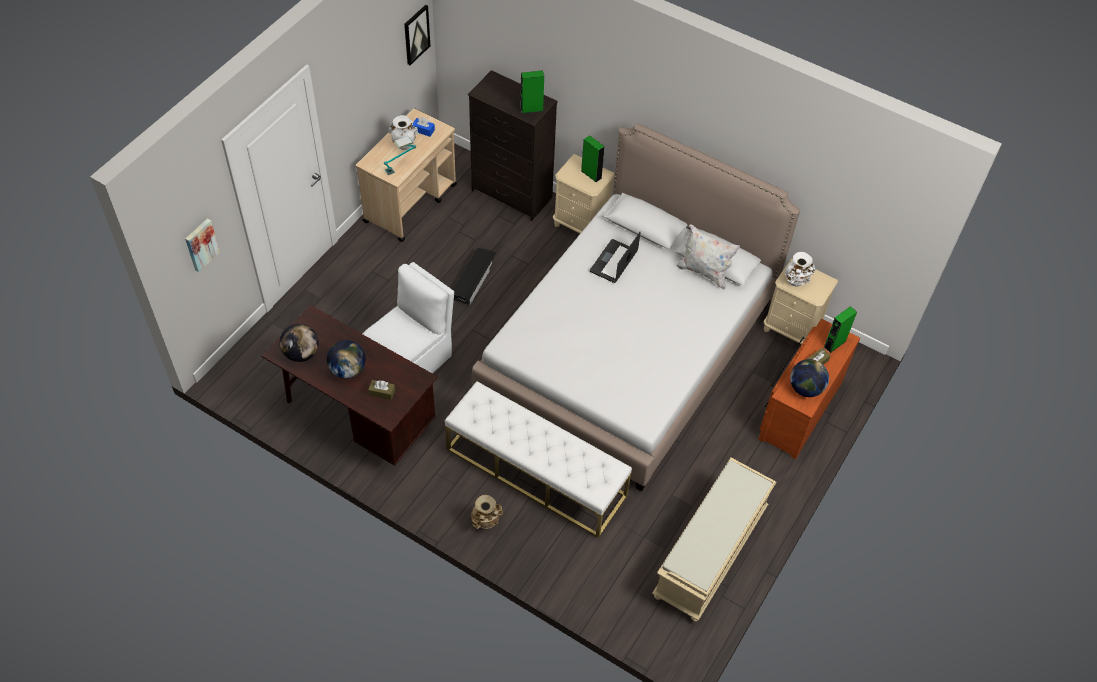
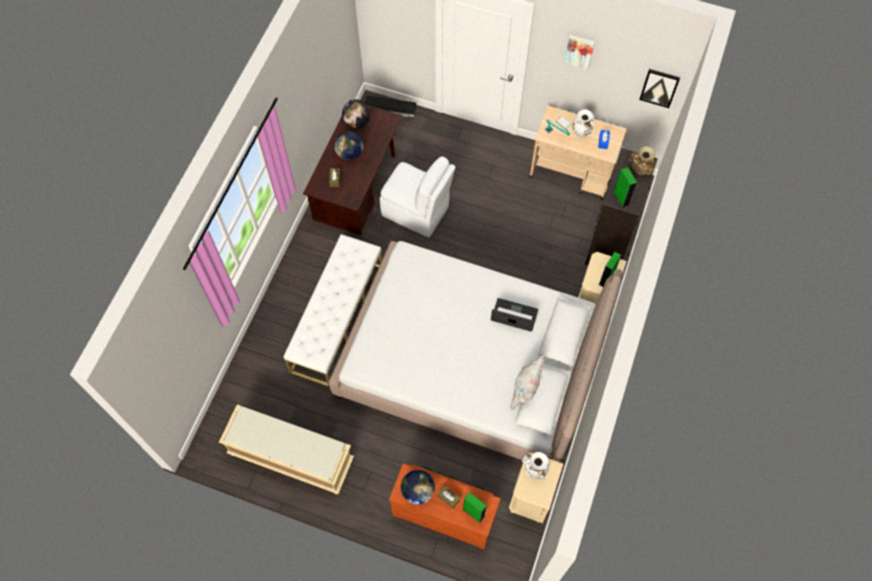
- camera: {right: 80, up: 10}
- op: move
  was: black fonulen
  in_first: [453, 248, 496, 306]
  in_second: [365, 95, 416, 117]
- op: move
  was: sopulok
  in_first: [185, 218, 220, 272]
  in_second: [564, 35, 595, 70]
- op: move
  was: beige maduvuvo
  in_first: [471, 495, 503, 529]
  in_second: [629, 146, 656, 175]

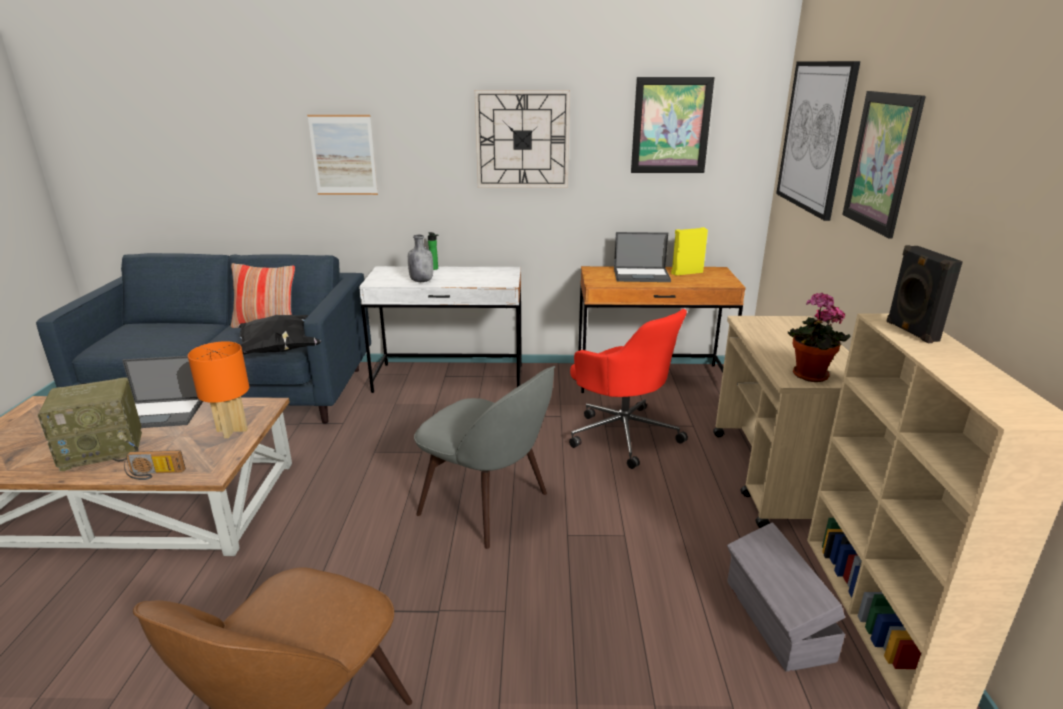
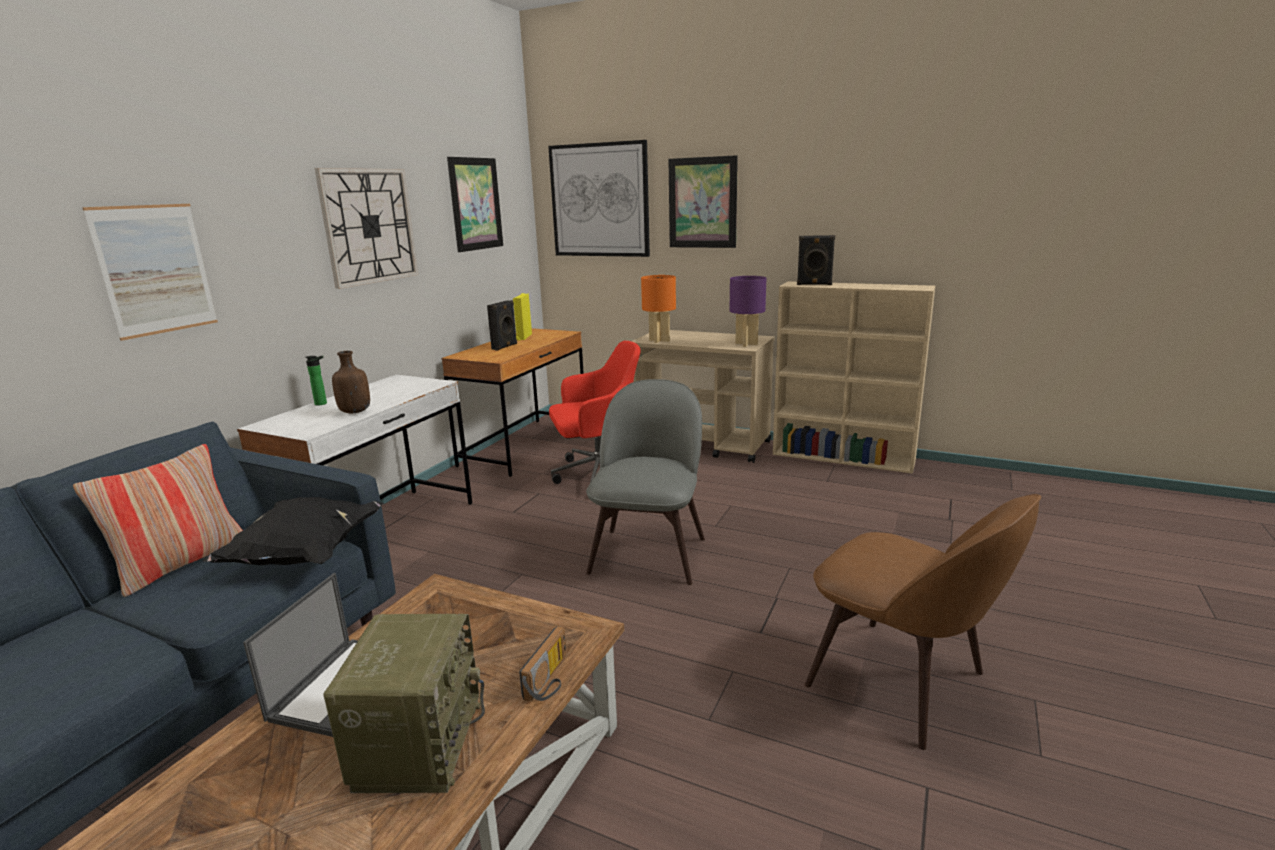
- camera: {right: -65, up: -5}
- op: recolor
  was: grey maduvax
  now: brown maduvax
  in_first: [408, 235, 433, 282]
  in_second: [332, 351, 370, 413]
- op: replace
  was: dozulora
  now: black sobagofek
  in_first: [614, 232, 671, 282]
  in_second: [487, 300, 517, 351]
- op: rotate
  was: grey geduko
  in_first: [414, 366, 555, 549]
  in_second: [586, 379, 705, 585]
  clockwise: -45
- op: move
  was: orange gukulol
  in_first: [188, 341, 249, 438]
  in_second: [641, 275, 676, 343]
- op: replace
  was: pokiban
  now: purple gukulol
  in_first: [788, 292, 851, 382]
  in_second: [729, 276, 766, 347]
- op: delete
  was: grey fonulen
  in_first: [727, 522, 845, 672]

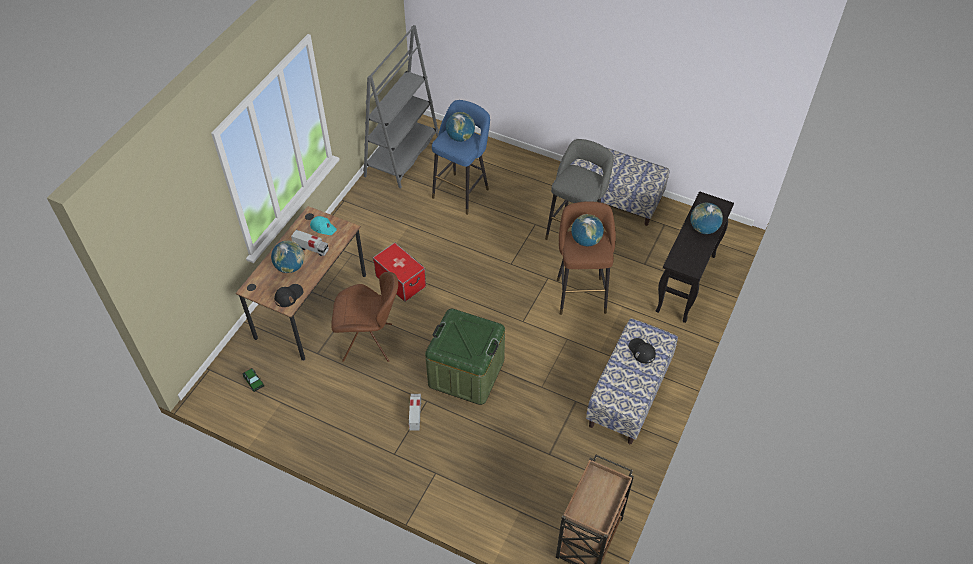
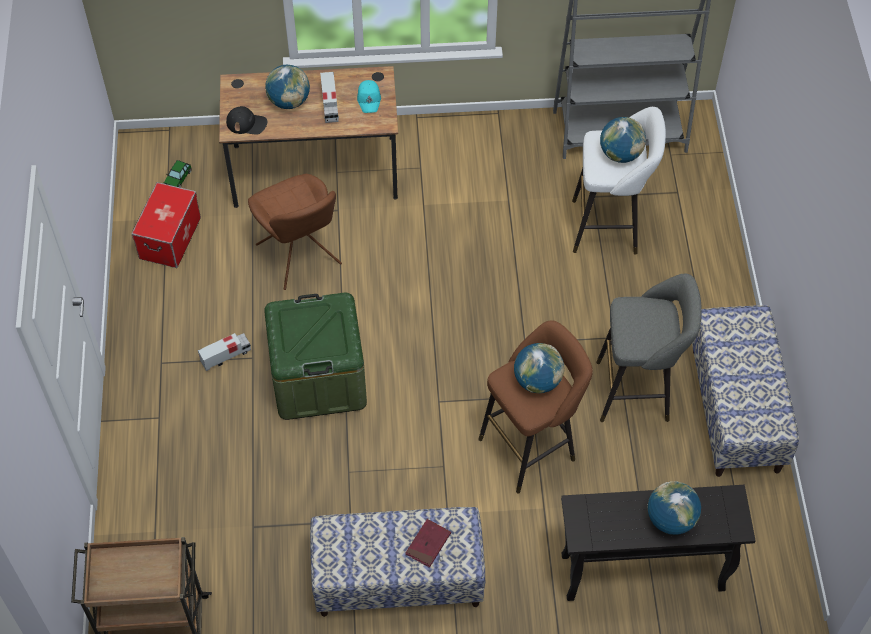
- camera: {right: 60, up: 5}
- op: move
  was: fonulen
  in_first: [373, 242, 426, 302]
  in_second: [131, 182, 201, 268]
- op: replace
  was: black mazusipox
  now: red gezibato
  in_first: [628, 338, 656, 364]
  in_second: [406, 519, 451, 568]
- op: recolor
  was: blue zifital
  now: white zifital
  in_first: [432, 100, 490, 215]
  in_second: [572, 107, 666, 255]

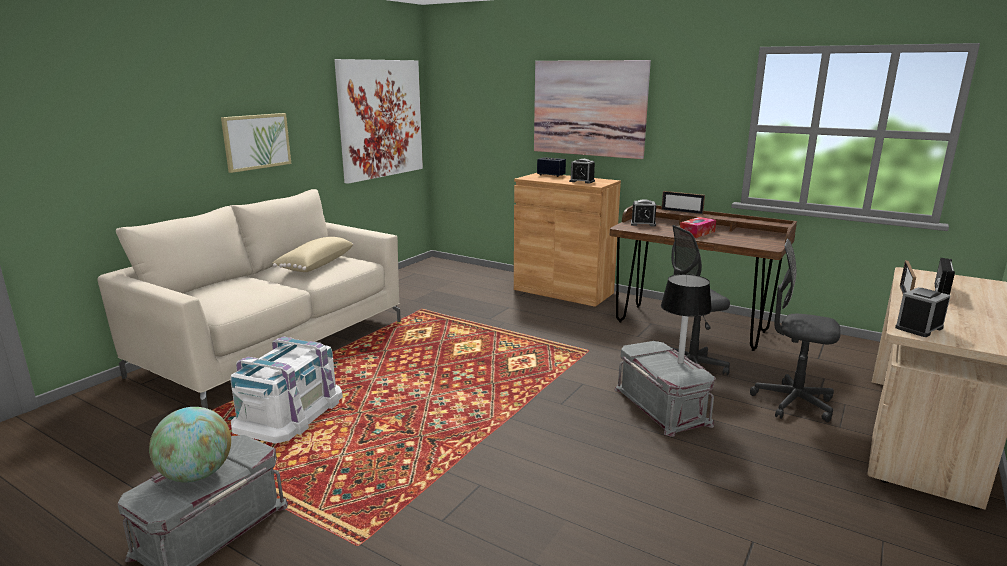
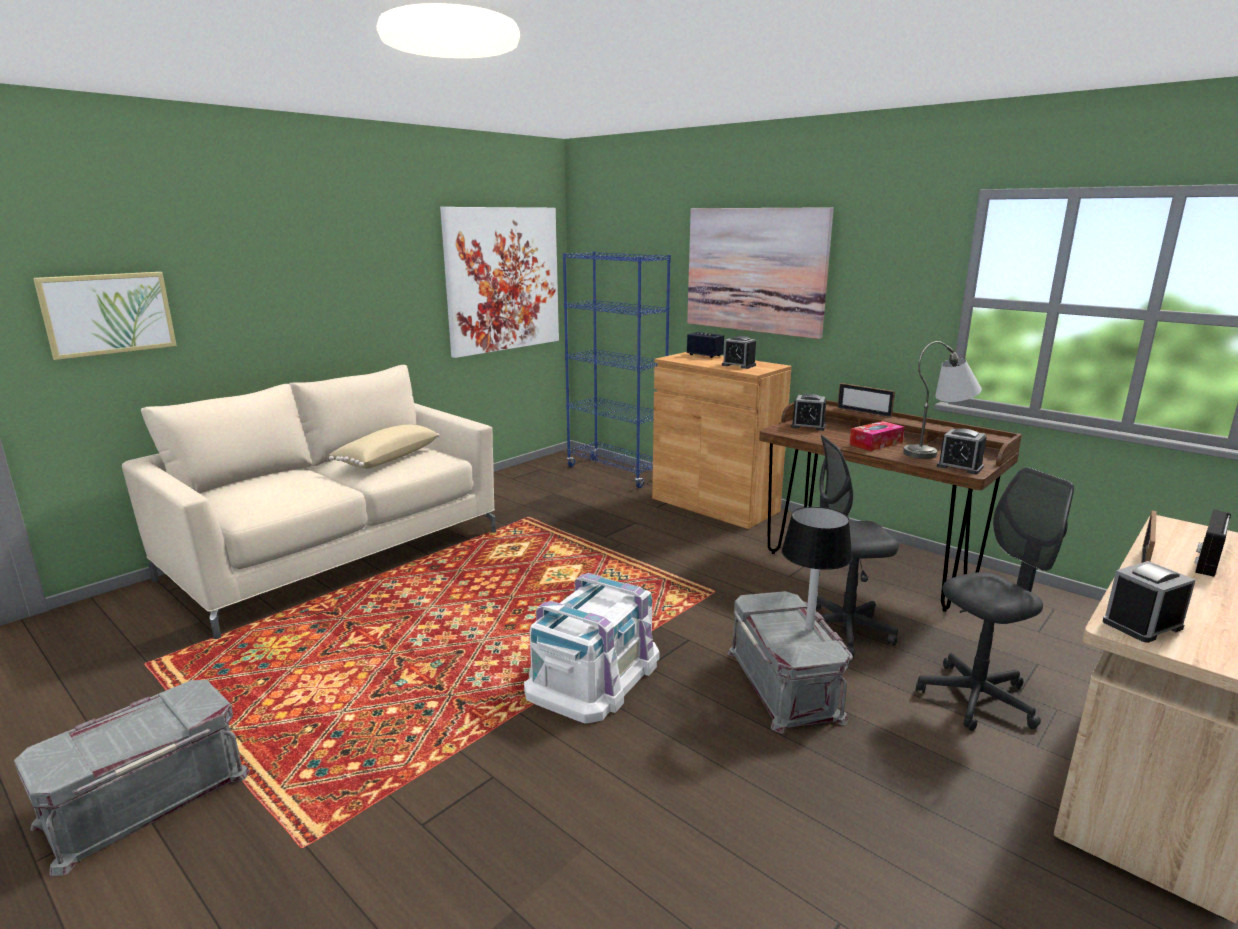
- camera: {right: 10, up: 0}
- op: move
  was: sopulok
  in_first: [221, 113, 291, 173]
  in_second: [33, 272, 177, 360]
- op: move
  was: white fonulen
  in_first: [230, 336, 343, 443]
  in_second: [524, 573, 659, 724]
- op: insert
  now: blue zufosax
  in_second: [563, 251, 671, 488]
- op: insert
  now: grey gukulol
  in_second: [903, 341, 982, 459]
- op: rotate
  was: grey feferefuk
  in_first: [750, 239, 841, 422]
  in_second: [916, 467, 1074, 731]
  clockwise: 120
- op: insert
  now: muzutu
  in_second: [937, 429, 987, 474]
- op: delete
  was: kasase
  in_first: [149, 407, 231, 483]

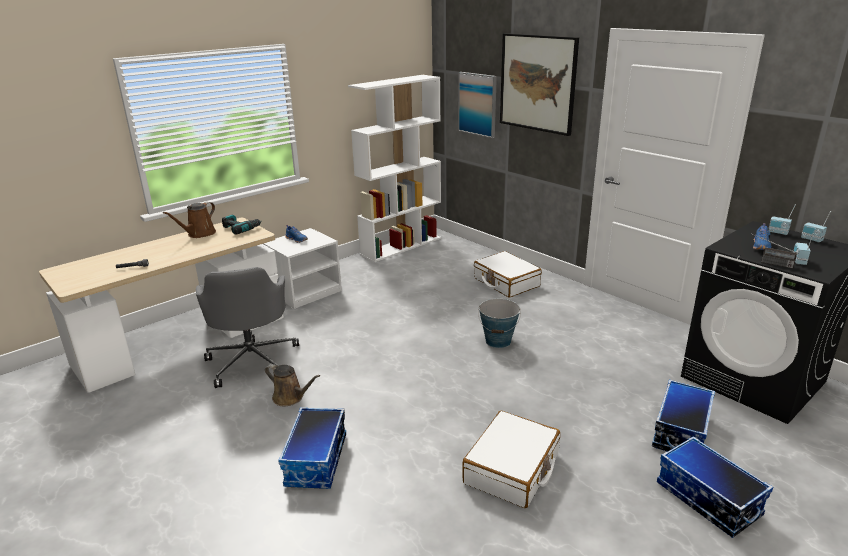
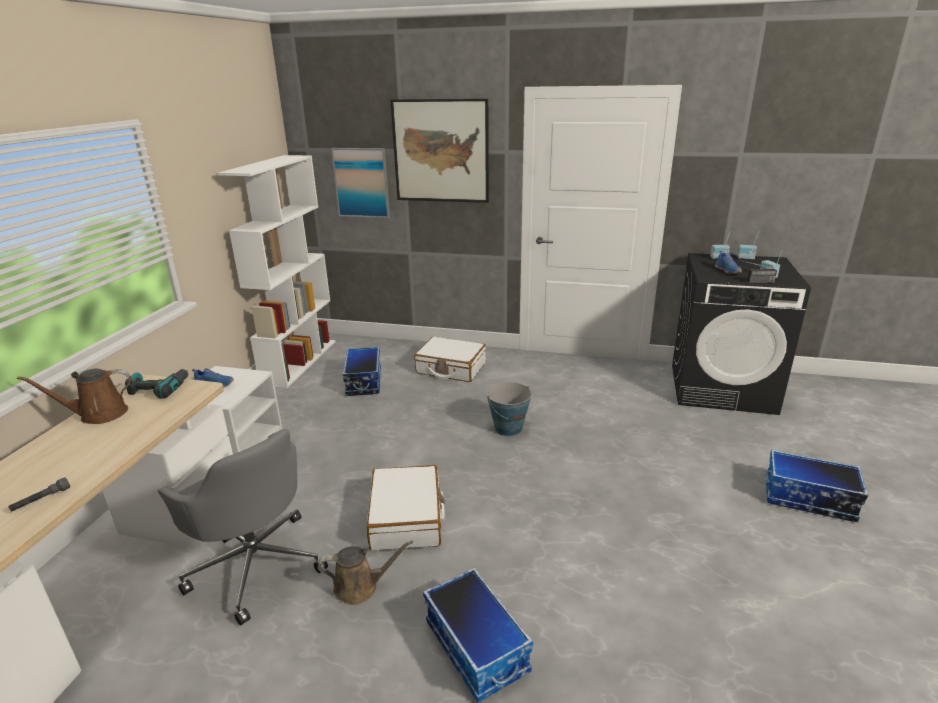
- camera: {right: -35, up: 0}
- op: rotate
  was: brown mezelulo
  in_first: [163, 202, 216, 238]
  in_second: [17, 369, 131, 424]
  clockwise: 75
- op: move
  was: fonulen
  in_first: [652, 379, 715, 452]
  in_second: [343, 347, 381, 396]
- op: move
  was: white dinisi
  in_first: [462, 411, 560, 508]
  in_second: [367, 465, 445, 551]

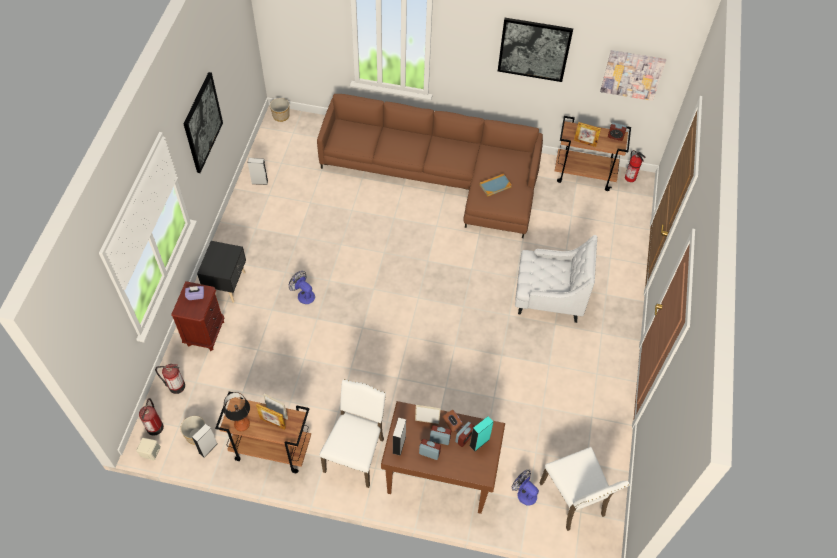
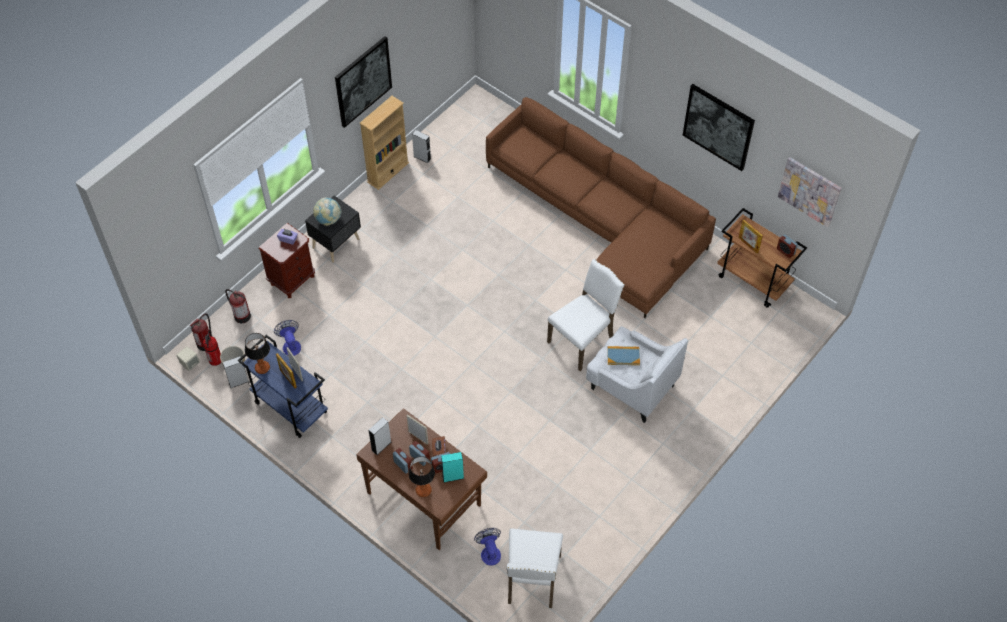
- camera: {right: 30, up: 0}
- op: move
  was: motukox
  in_first: [625, 150, 645, 182]
  in_second: [203, 330, 221, 366]
- op: recolor
  was: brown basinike
  now: blue basinike
  in_first: [215, 392, 311, 473]
  in_second: [238, 335, 328, 438]
- op: move
  was: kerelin
  in_first: [289, 271, 315, 304]
  in_second: [274, 320, 301, 356]
- op: insert
  now: kasase
  in_second: [313, 197, 341, 226]
- op: insert
  now: beige zufosax
  in_second: [360, 96, 409, 190]
- op: insert
  now: gukulol
  in_second: [408, 456, 435, 497]
- op: move
  was: white geduko
  in_first: [319, 379, 386, 488]
  in_second: [547, 259, 625, 371]
- op: move
  was: gezibato
  in_first: [479, 174, 511, 196]
  in_second: [607, 346, 640, 365]
- op: delete
  was: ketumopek
  in_first: [270, 98, 290, 122]

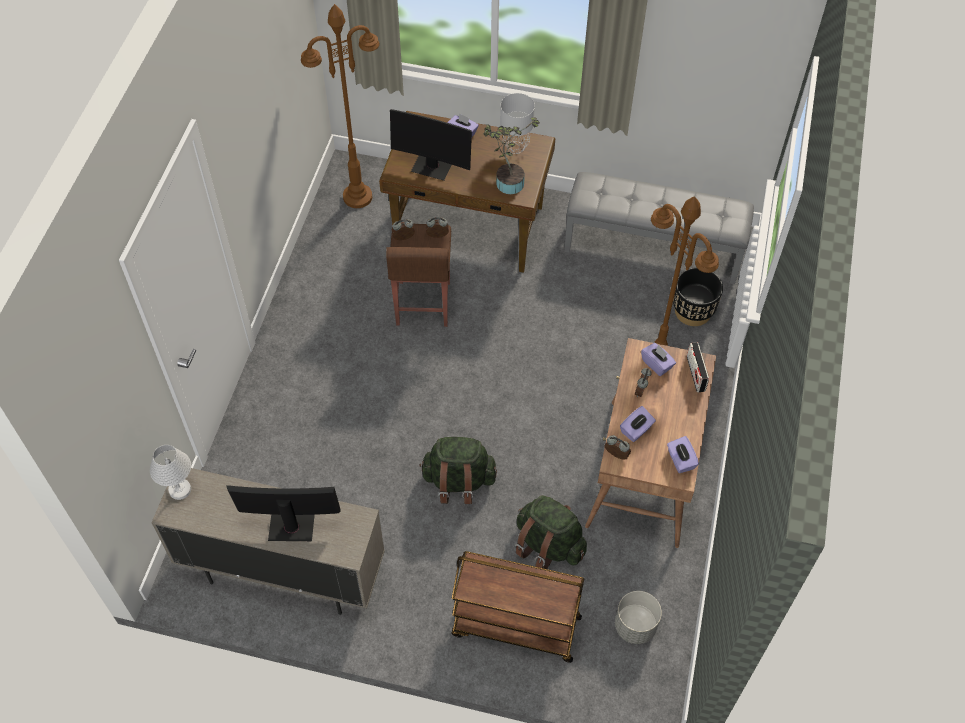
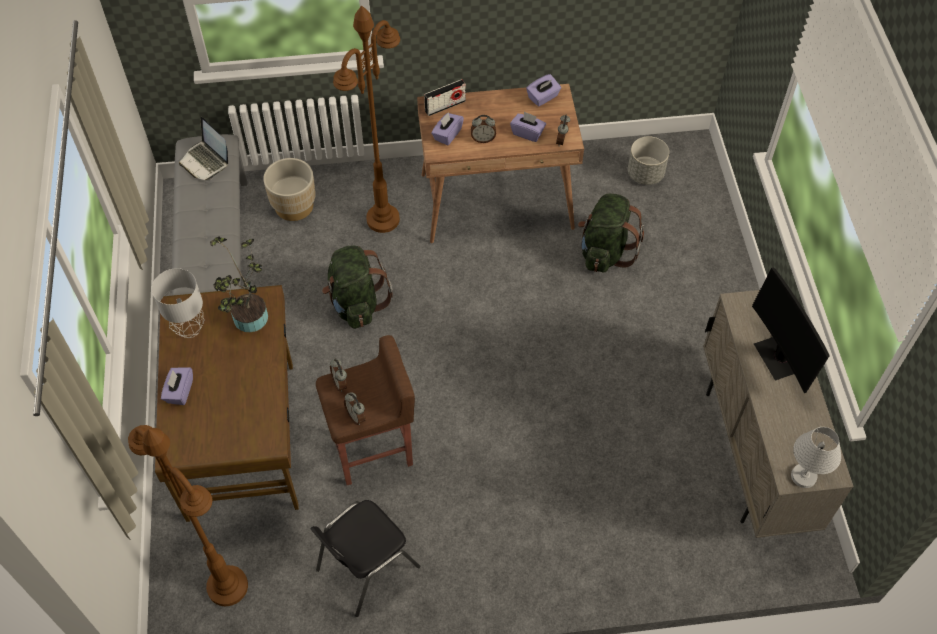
- camera: {right: -110, up: 0}
- op: insert
  now: dozulora
  in_second: [179, 117, 228, 180]
- op: recolor
  was: black ketumopek
  now: beige ketumopek
  in_first: [673, 267, 723, 326]
  in_second: [263, 158, 316, 221]
- op: insert
  now: black geduko
  in_second: [310, 500, 420, 617]
- op: move
  was: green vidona
  in_first: [419, 437, 497, 504]
  in_second: [322, 245, 392, 329]
- op: delete
  was: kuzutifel
  in_first: [390, 109, 472, 181]
- op: delete
  was: brown basinike
  in_first: [451, 551, 585, 663]

